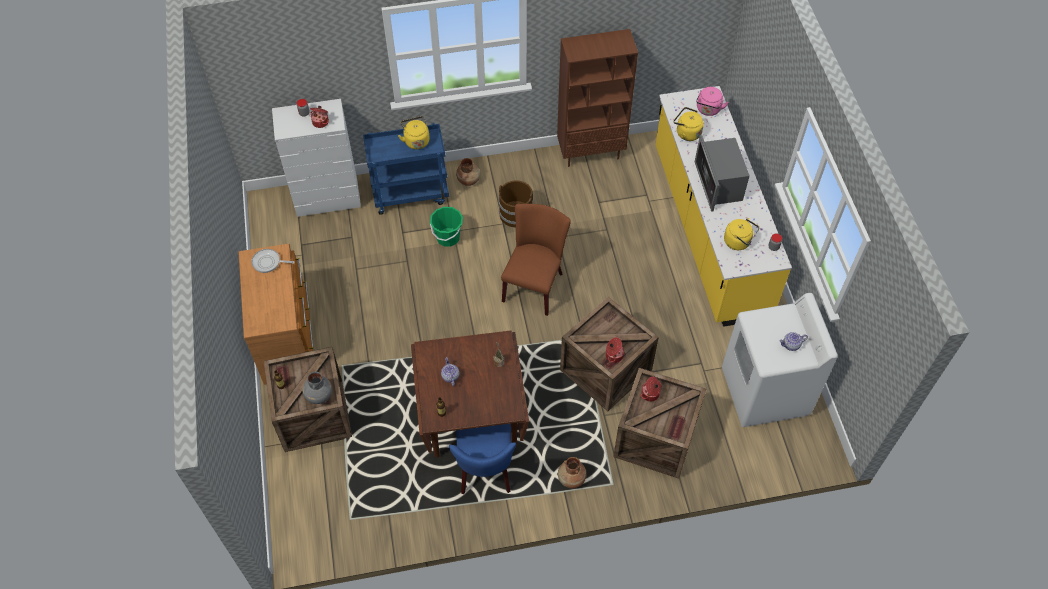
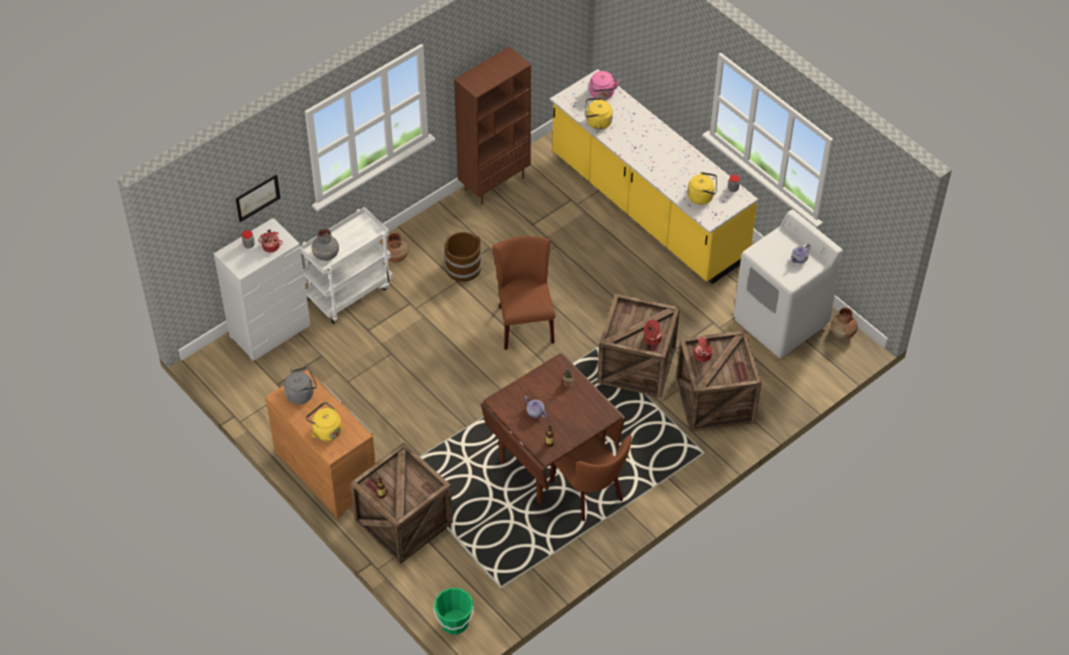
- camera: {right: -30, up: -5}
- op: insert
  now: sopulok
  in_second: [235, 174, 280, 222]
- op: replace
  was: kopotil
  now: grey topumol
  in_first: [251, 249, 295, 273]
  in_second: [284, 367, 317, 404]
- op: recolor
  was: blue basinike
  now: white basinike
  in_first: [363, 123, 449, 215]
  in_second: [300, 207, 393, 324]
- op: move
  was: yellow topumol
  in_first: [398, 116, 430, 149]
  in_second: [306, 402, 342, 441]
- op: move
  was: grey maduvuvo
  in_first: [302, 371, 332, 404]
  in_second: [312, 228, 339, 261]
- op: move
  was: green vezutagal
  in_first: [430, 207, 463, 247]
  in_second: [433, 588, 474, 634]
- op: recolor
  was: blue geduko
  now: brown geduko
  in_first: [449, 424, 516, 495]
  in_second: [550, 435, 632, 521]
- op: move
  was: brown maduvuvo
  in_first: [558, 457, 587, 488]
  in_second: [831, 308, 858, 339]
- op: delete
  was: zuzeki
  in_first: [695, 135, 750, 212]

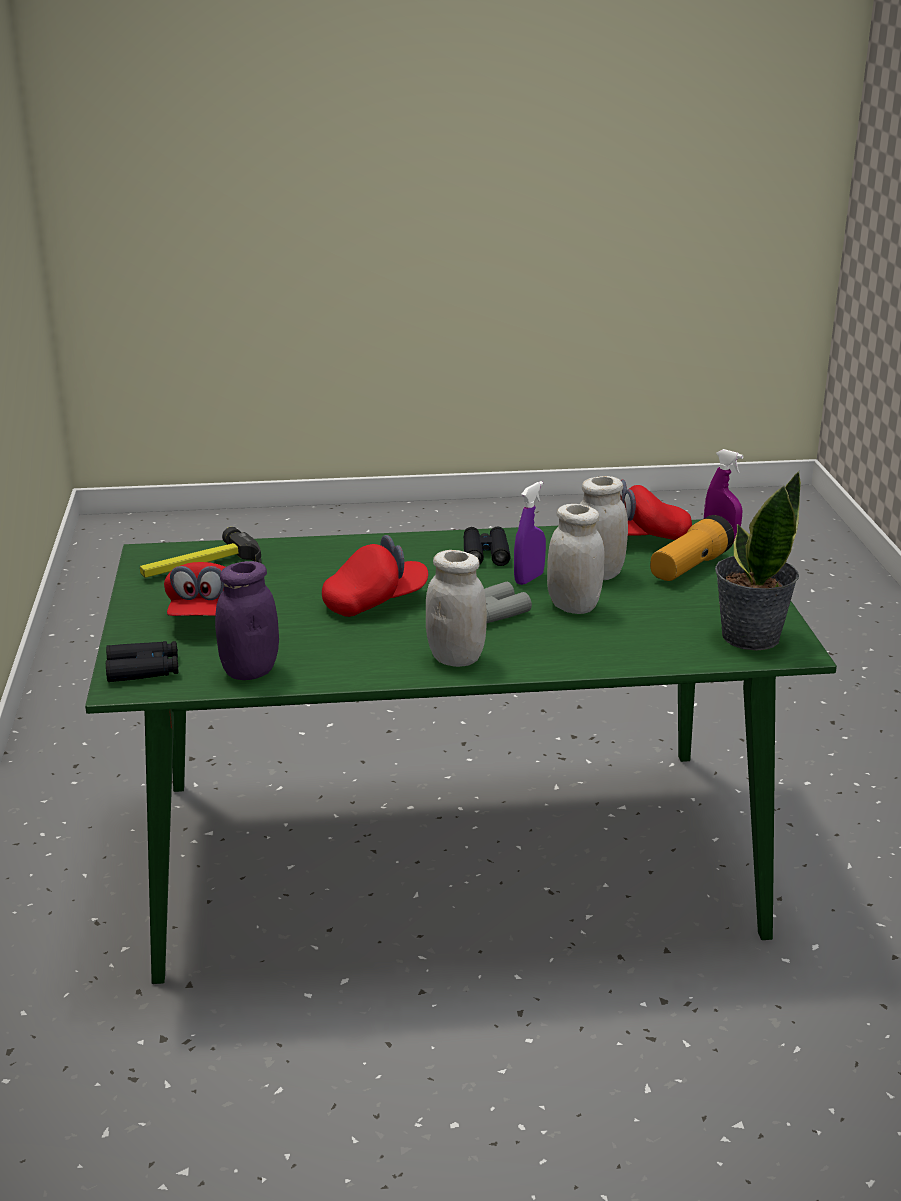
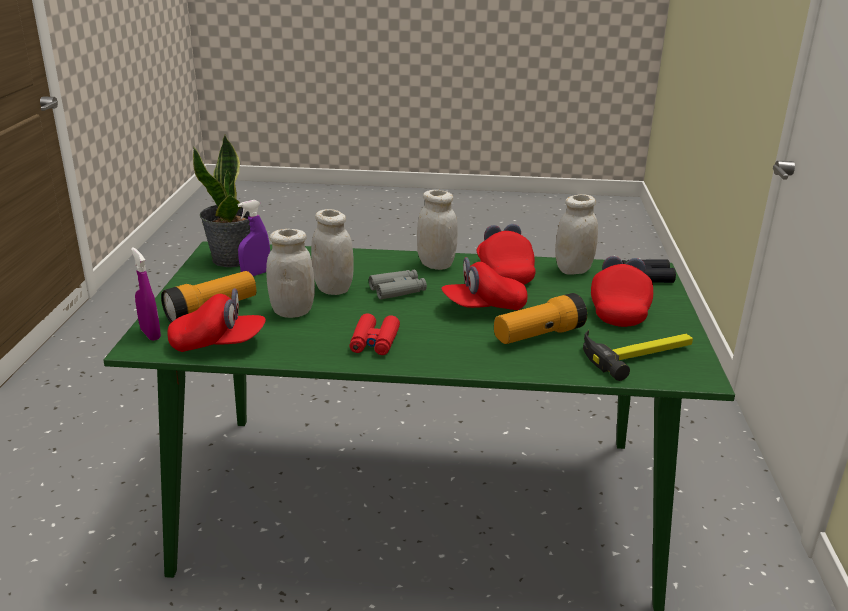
- camera: {right: -170, up: 0}
- op: move
  was: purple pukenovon
  in_first: [514, 481, 546, 585]
  in_second: [238, 200, 270, 276]
- op: recolor
  was: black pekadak
  now: red pekadak
  in_first: [464, 526, 511, 566]
  in_second: [349, 314, 400, 355]
- op: insert
  now: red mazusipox
  in_second: [477, 224, 536, 285]
- op: insert
  now: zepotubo
  in_second: [494, 293, 587, 344]
- op: recolor
  was: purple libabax
  now: white libabax
  in_first: [215, 561, 279, 680]
  in_second: [555, 194, 598, 275]

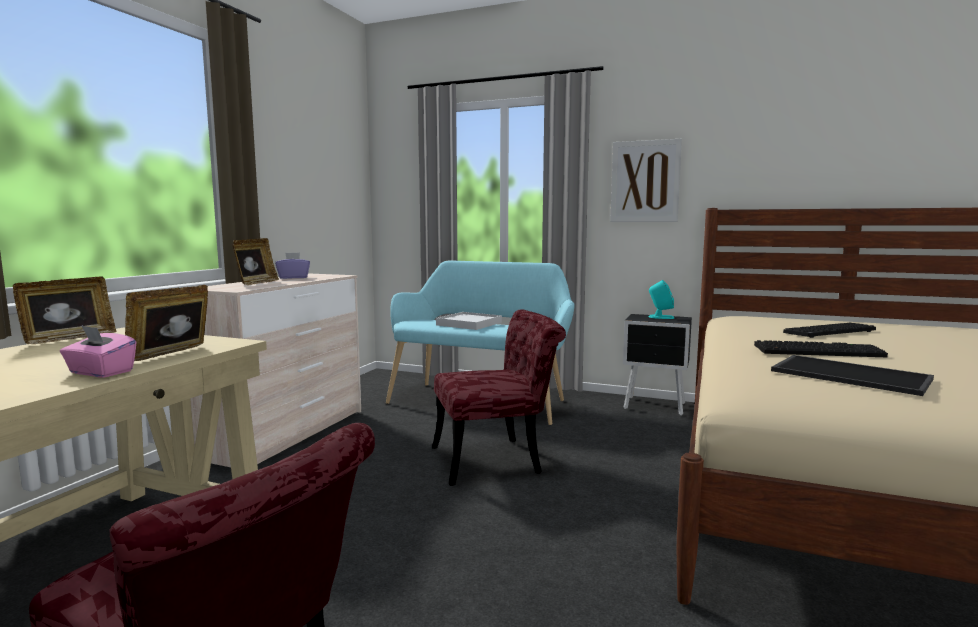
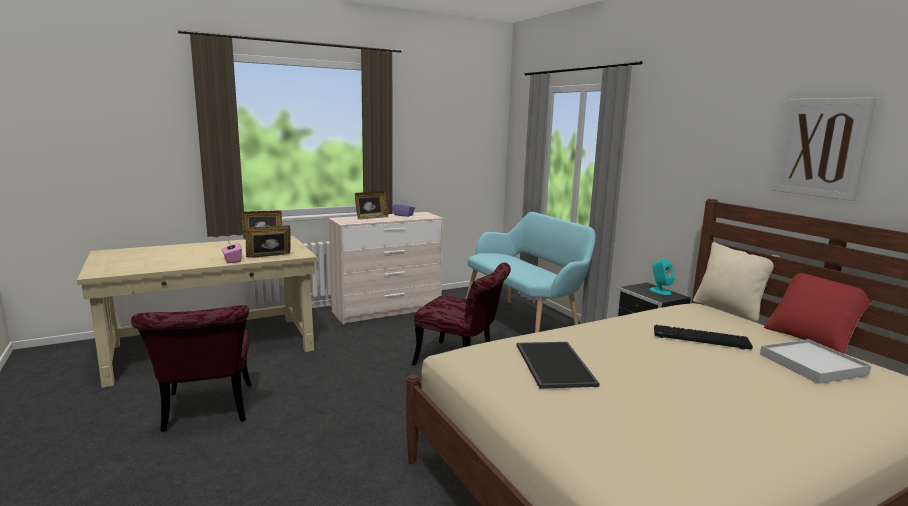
- camera: {right: 40, up: 5}
- op: insert
  now: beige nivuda
  in_second: [693, 242, 781, 322]
- op: move
  was: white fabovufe
  in_first: [436, 312, 502, 330]
  in_second: [760, 339, 871, 384]
- op: insert
  now: red nivuda
  in_second: [764, 273, 873, 354]
- op: move
  was: sopulok
  in_first: [610, 139, 682, 222]
  in_second: [773, 97, 876, 201]
- op: delete
  was: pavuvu
  in_first: [754, 340, 888, 357]

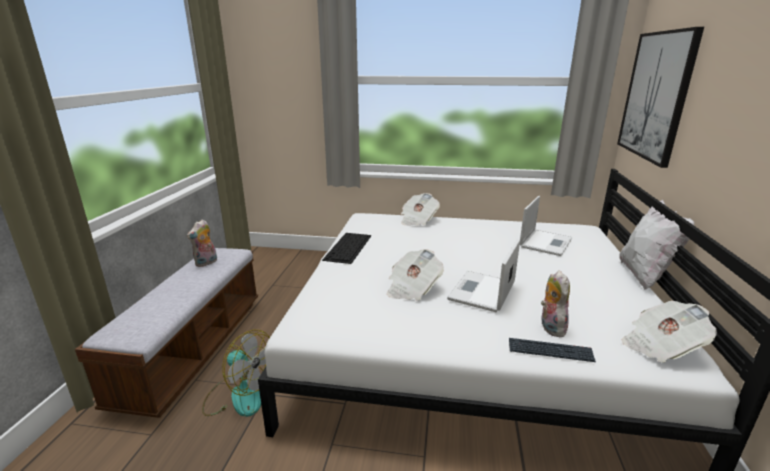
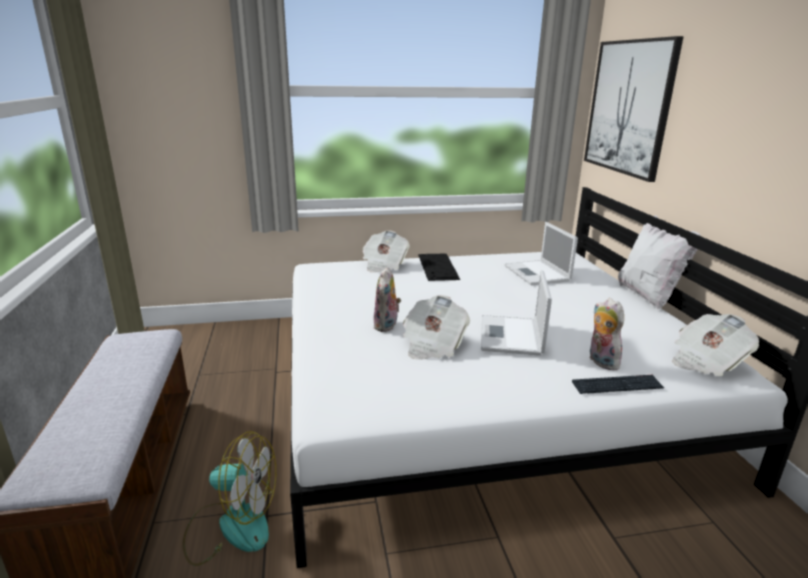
- camera: {right: -20, up: 0}
- op: move
  was: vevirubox
  in_first: [187, 219, 217, 267]
  in_second: [373, 267, 401, 332]
- op: move
  was: pavuvu
  in_first: [322, 233, 371, 264]
  in_second: [418, 254, 460, 281]
- op: rotate
  was: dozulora
  in_first: [520, 196, 573, 256]
  in_second: [504, 222, 578, 285]
  clockwise: 150

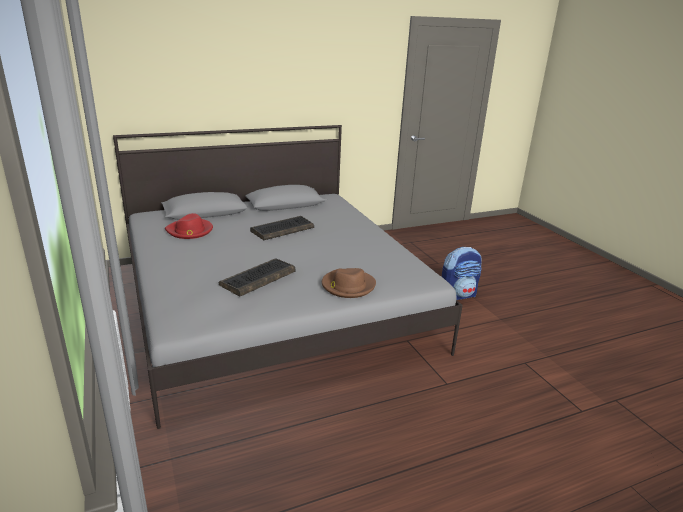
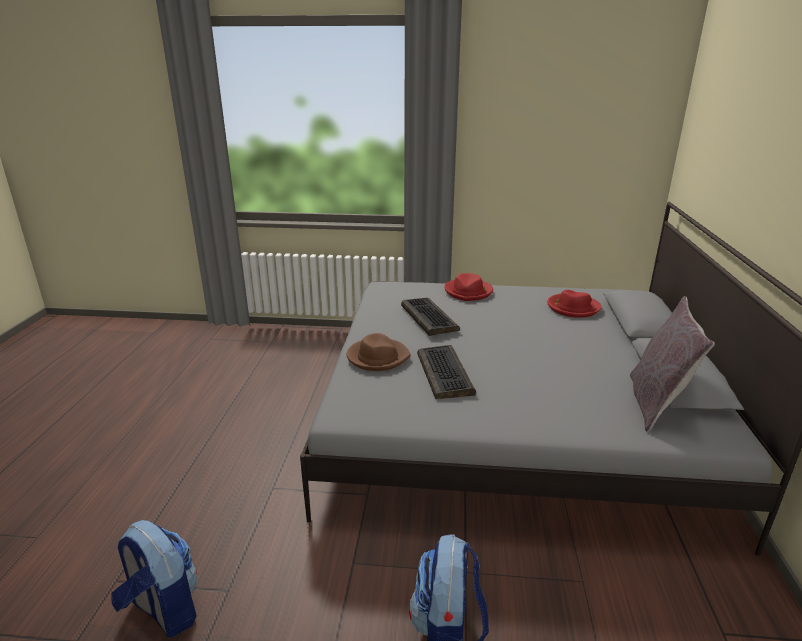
- camera: {right: 120, up: 0}
- op: insert
  now: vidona
  in_second: [111, 520, 198, 637]
- op: move
  was: pavuvu
  in_first: [250, 216, 314, 240]
  in_second: [417, 345, 476, 399]
- op: insert
  now: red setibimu
  in_second: [444, 273, 493, 301]
- op: insert
  now: grey nivuda
  in_second: [630, 296, 715, 432]

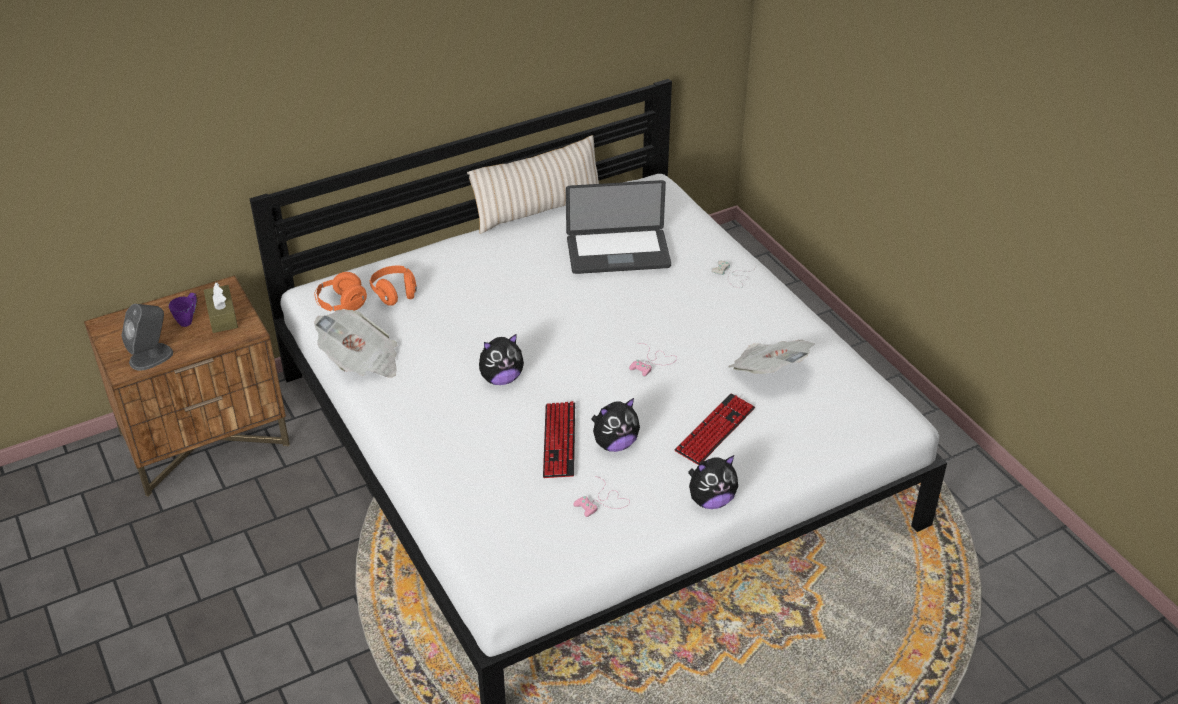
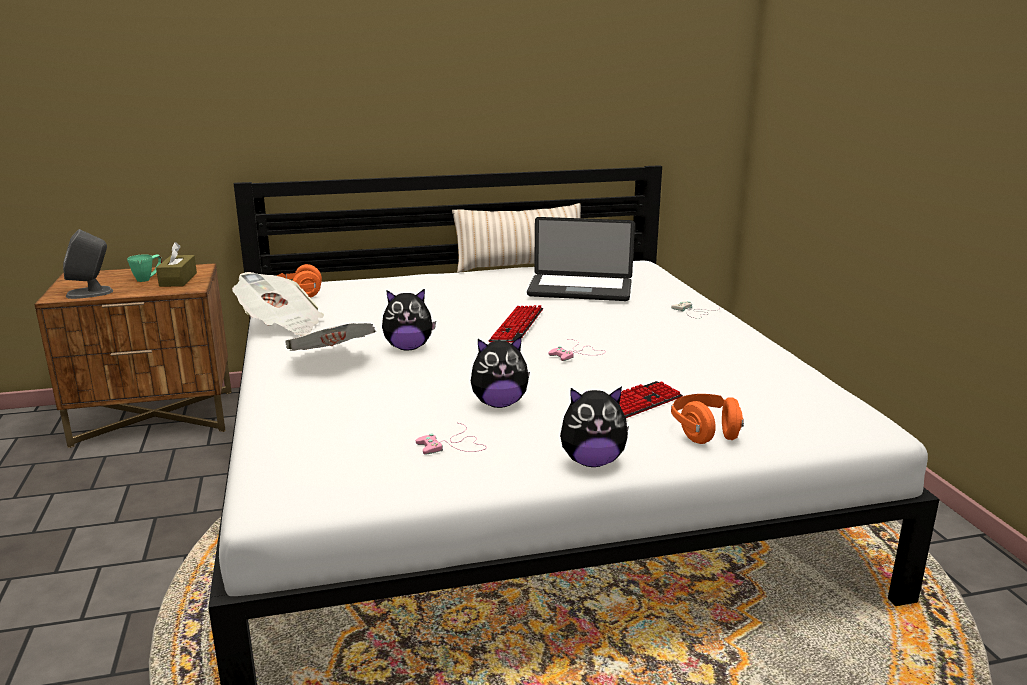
- camera: {right: 15, up: -20}
- op: recolor
  was: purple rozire
  now: green rozire
  in_first: [169, 293, 198, 327]
  in_second: [127, 254, 162, 282]
- op: move
  was: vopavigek
  in_first: [729, 340, 815, 374]
  in_second: [285, 323, 376, 351]
- op: move
  was: pavuvu
  in_first: [543, 401, 575, 478]
  in_second: [489, 305, 543, 343]
- op: move
  was: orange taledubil
  in_first: [369, 266, 417, 306]
  in_second: [671, 394, 744, 444]

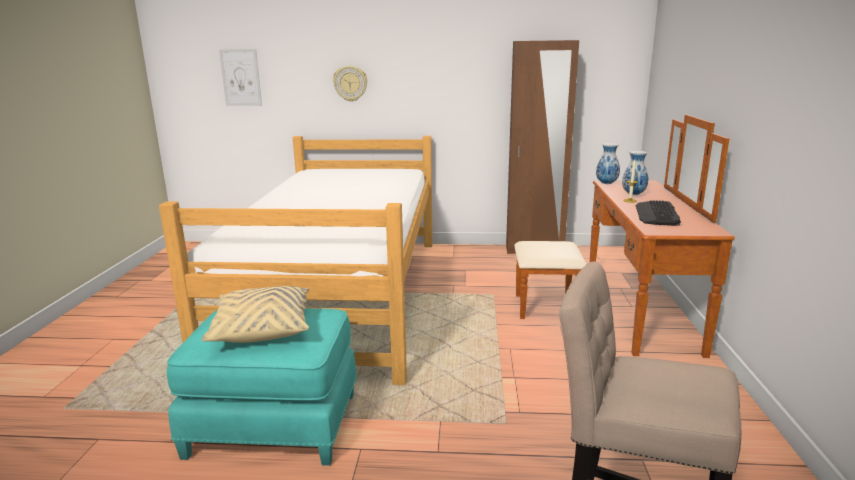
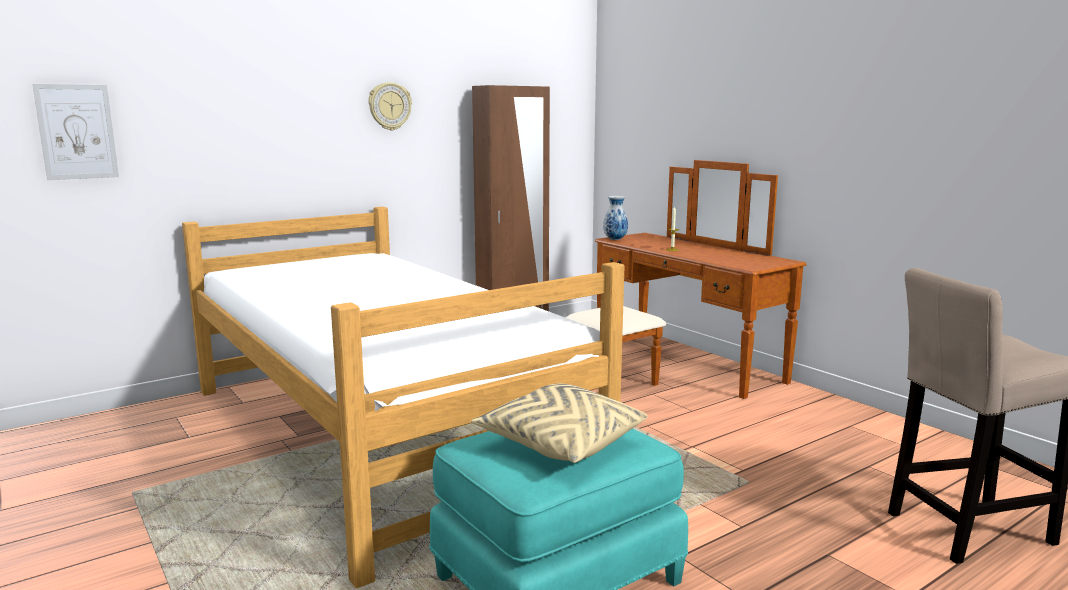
- camera: {right: -40, up: -5}
- op: move
  was: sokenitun
  in_first: [333, 66, 367, 102]
  in_second: [368, 82, 412, 130]
- op: delete
  was: maduvuvo
  in_first: [622, 151, 648, 195]
- op: delete
  was: pavuvu
  in_first: [636, 201, 681, 226]

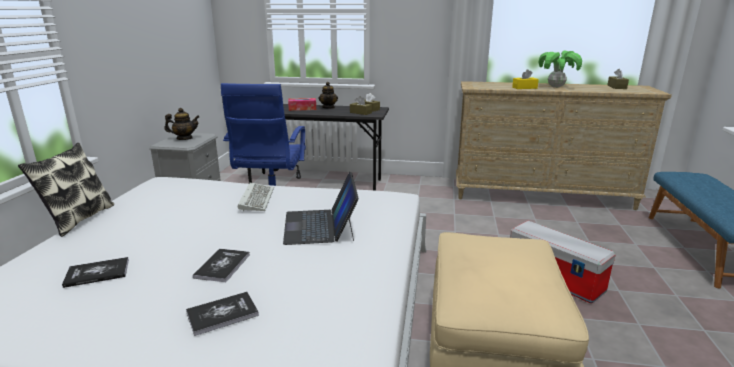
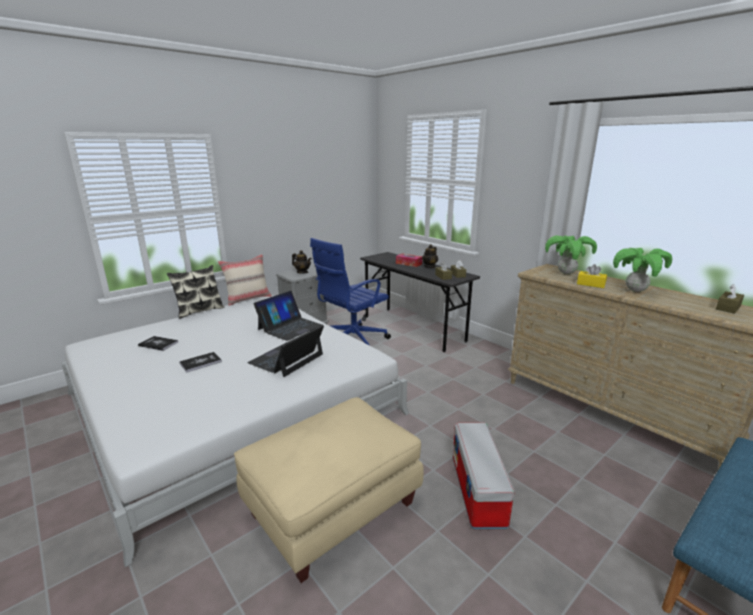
- camera: {right: 40, up: 0}
- op: insert
  now: beige nivuda
  in_second: [218, 254, 272, 306]
- op: replace
  was: pavuvu
  now: dozulora
  in_first: [238, 183, 274, 211]
  in_second: [254, 291, 322, 341]
- op: insert
  now: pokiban
  in_second: [545, 235, 597, 274]
- op: delete
  was: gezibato
  in_first: [186, 292, 259, 336]

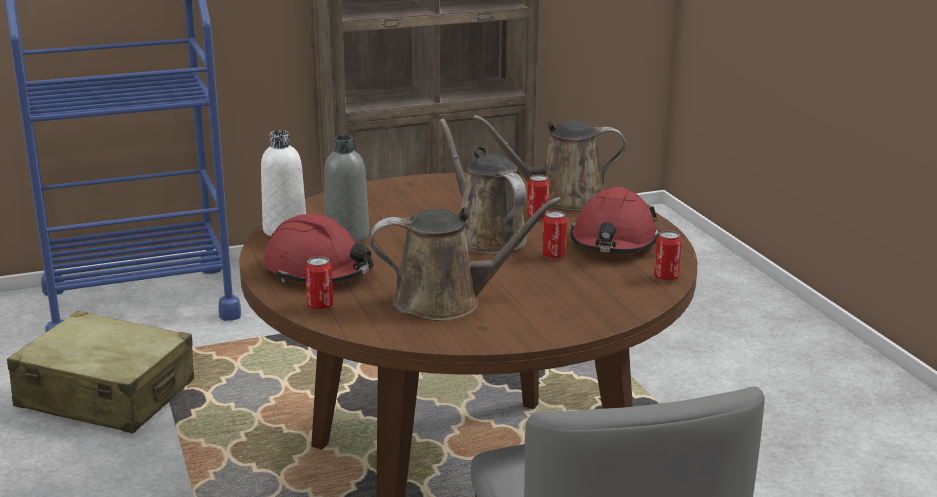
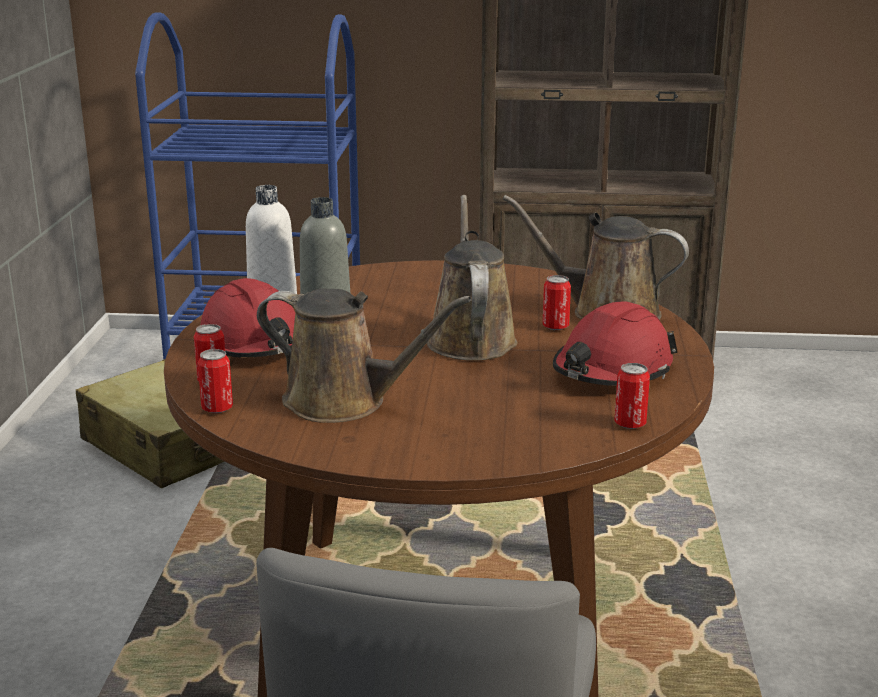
- camera: {right: 25, up: 0}
- op: move
  was: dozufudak
  in_first: [542, 210, 567, 259]
  in_second: [198, 349, 233, 413]

